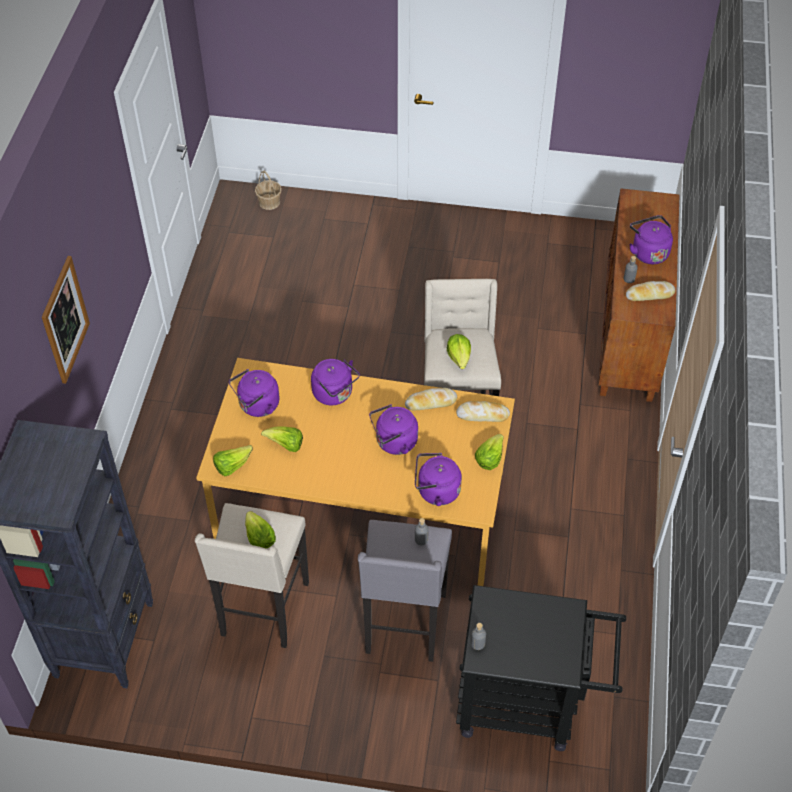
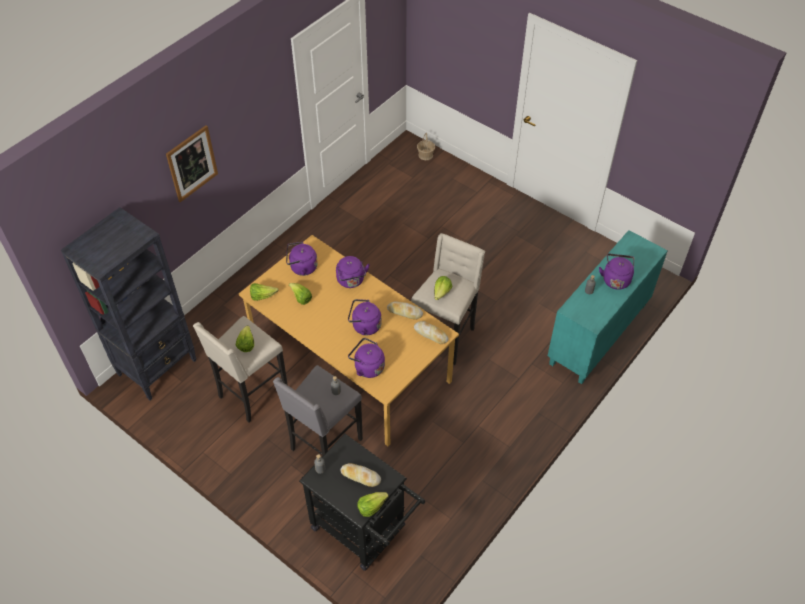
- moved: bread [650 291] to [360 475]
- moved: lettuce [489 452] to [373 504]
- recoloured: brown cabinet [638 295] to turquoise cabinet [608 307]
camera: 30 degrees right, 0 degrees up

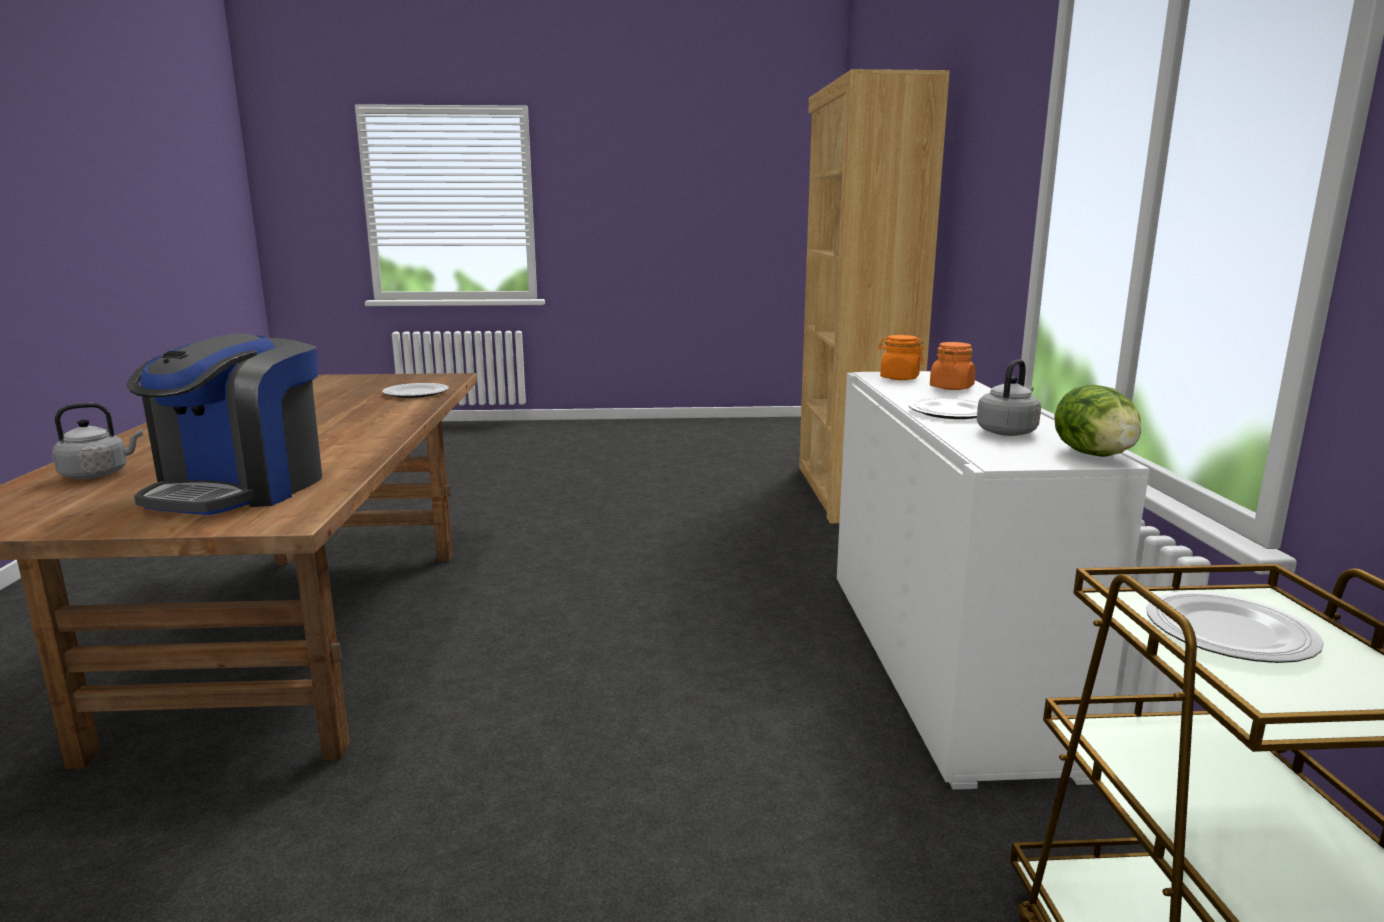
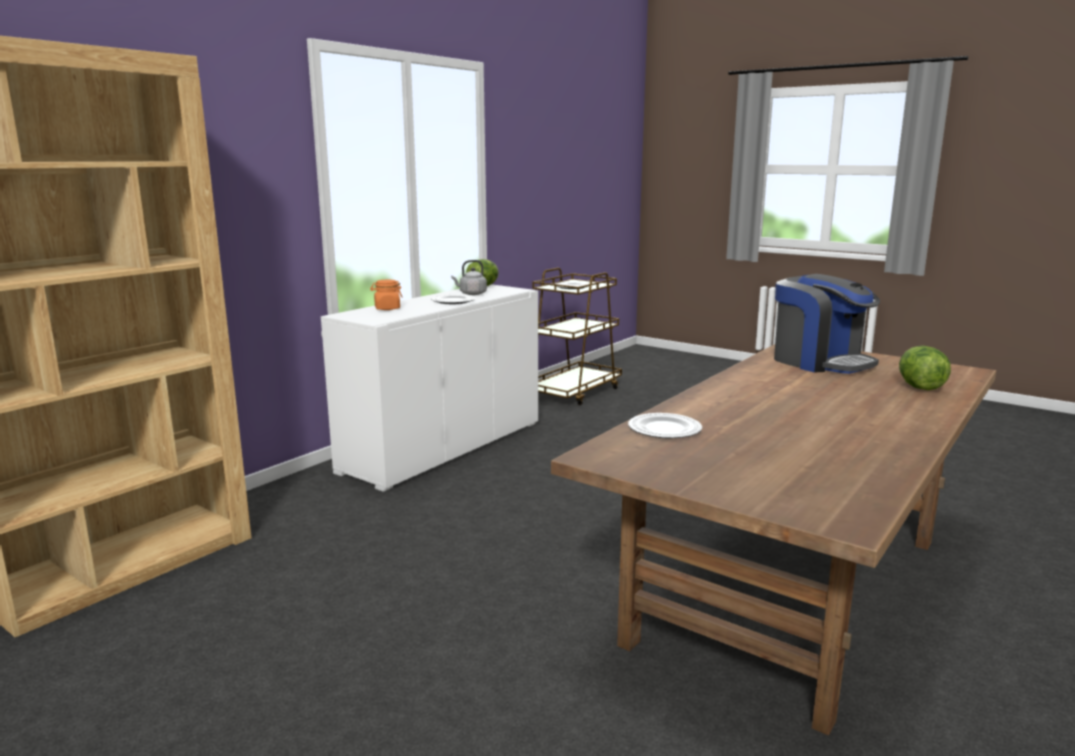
- turned: coffee machine [224 424] = [827 324] 90 degrees clockwise
- replaced: grey kettle [97 441] to lettuce [925 367]
- removed: orange jar [901 357]
camera: 140 degrees left, 0 degrees up

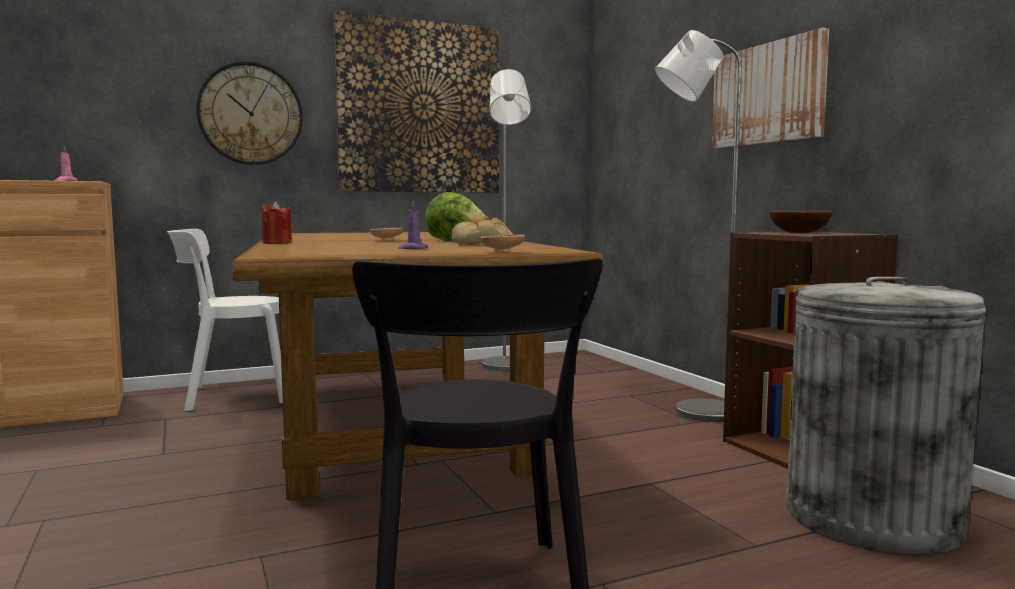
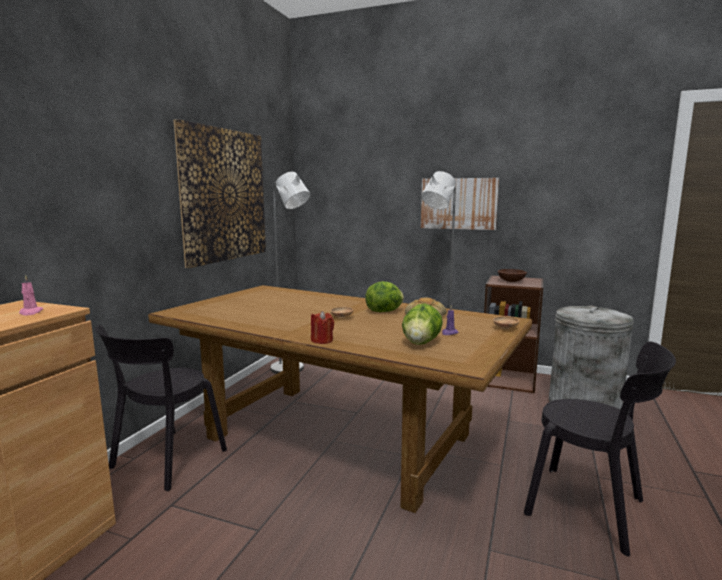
- recoloured: white chair [225 320] to black chair [161 408]
- added: lettuce [422 324]
- removed: wall clock [249 113]
camera: 45 degrees left, 5 degrees up

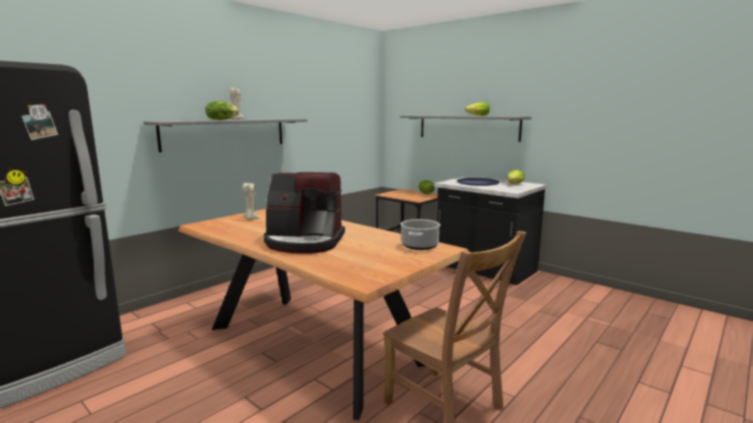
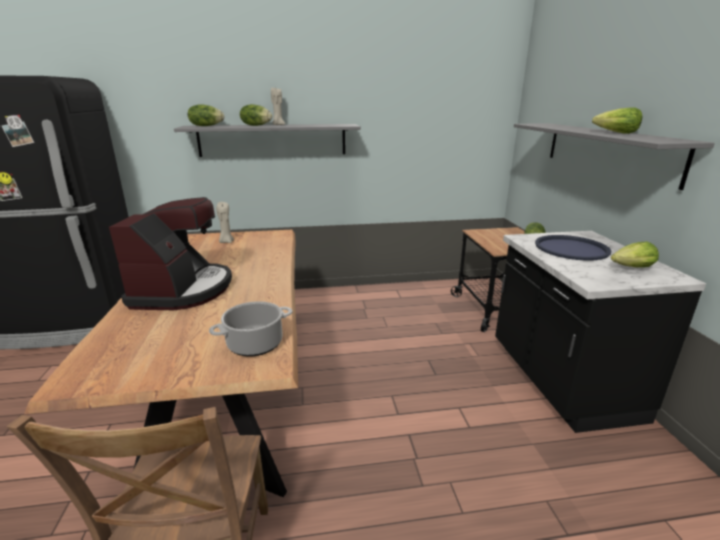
- turned: coffee machine [304 213] = [170 253] 135 degrees counterclockwise
- added: lettuce [206 115]
camera: 40 degrees right, 10 degrees up

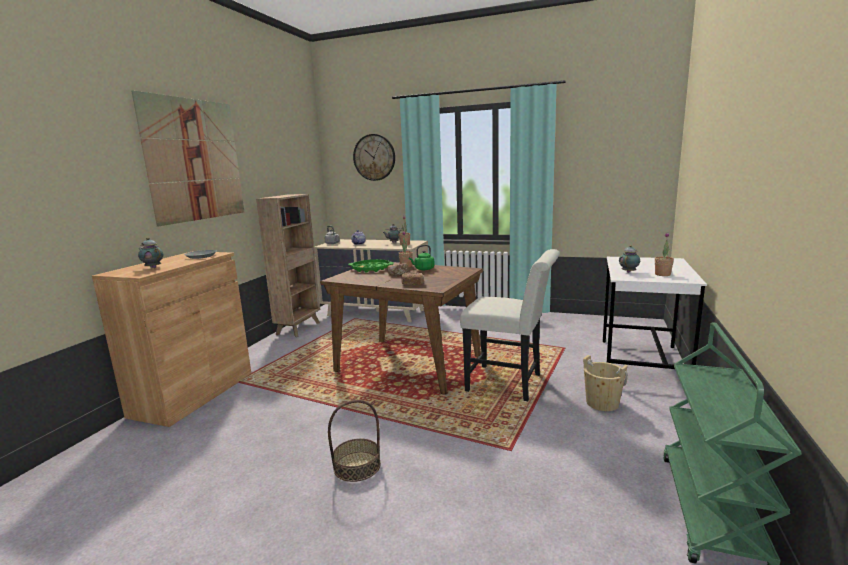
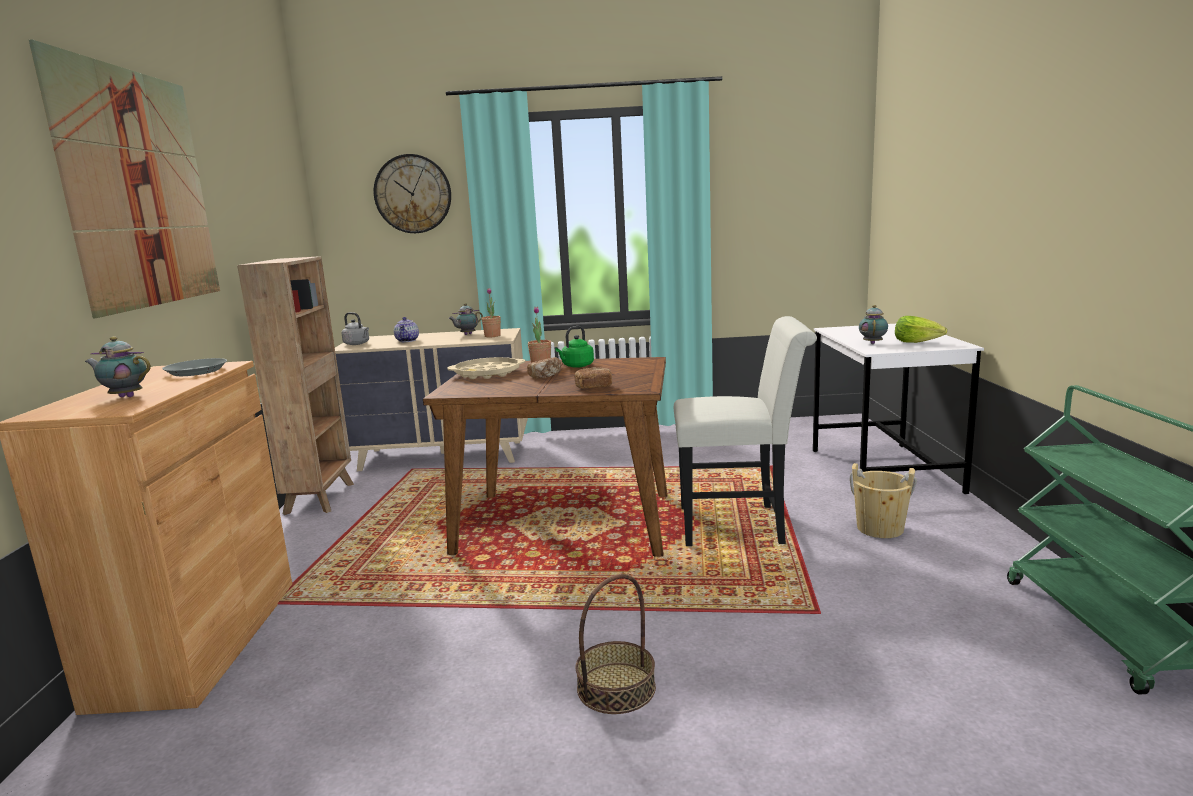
- recoloured: green tray [371 265] to beige tray [486 368]
- replaced: potted plant [664 254] to lettuce [921 329]
camera: 20 degrees left, 0 degrees up

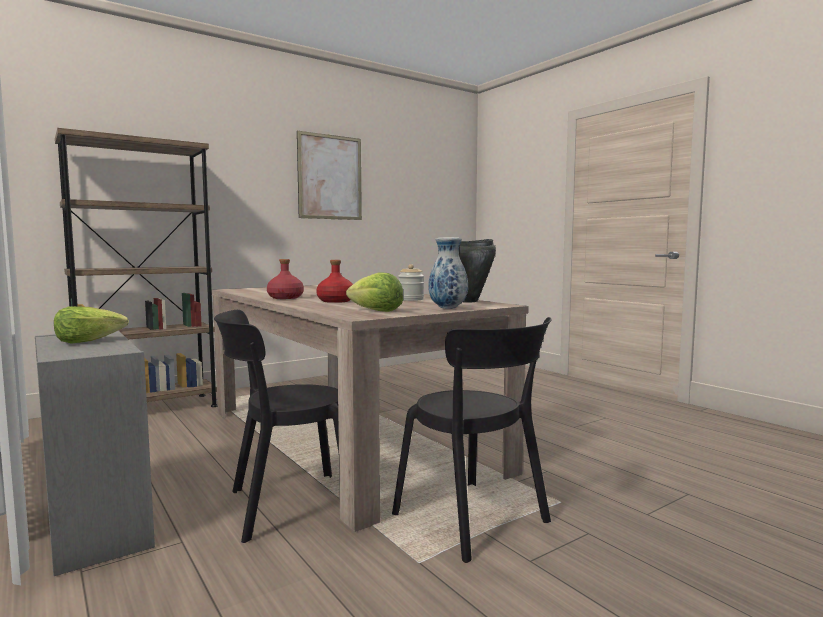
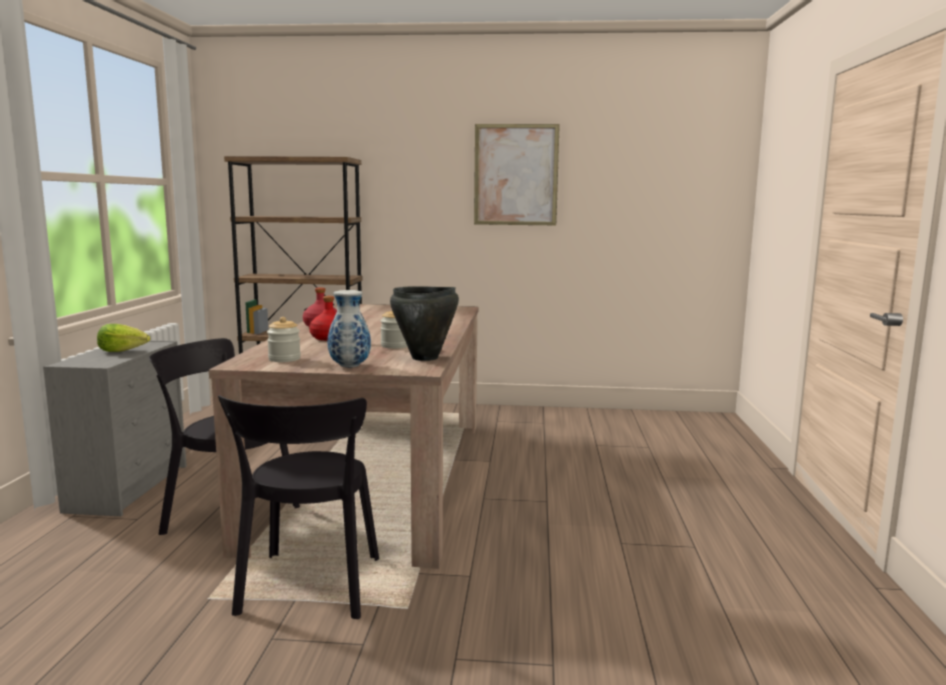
- replaced: lettuce [374 292] to jar [284 339]
camera: 40 degrees right, 5 degrees up

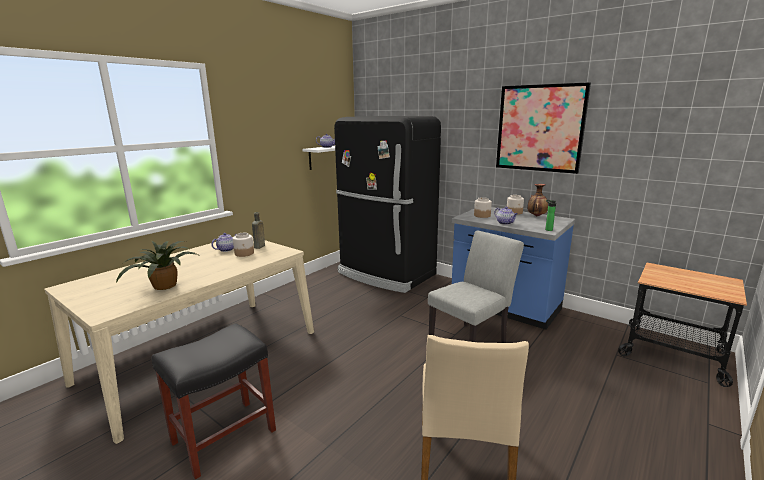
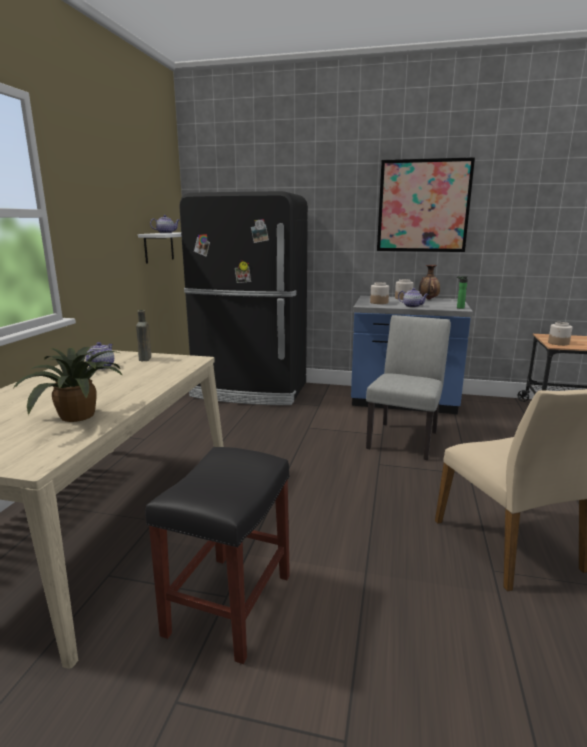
- moved: jar [243 245] to [560 334]
camera: 25 degrees left, 0 degrees up

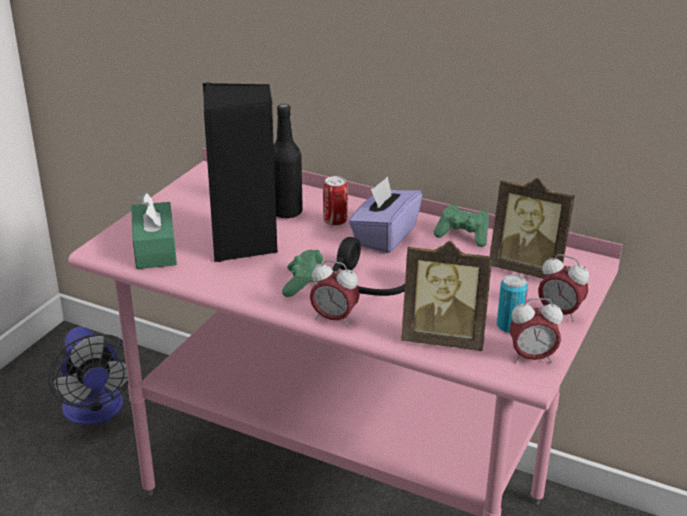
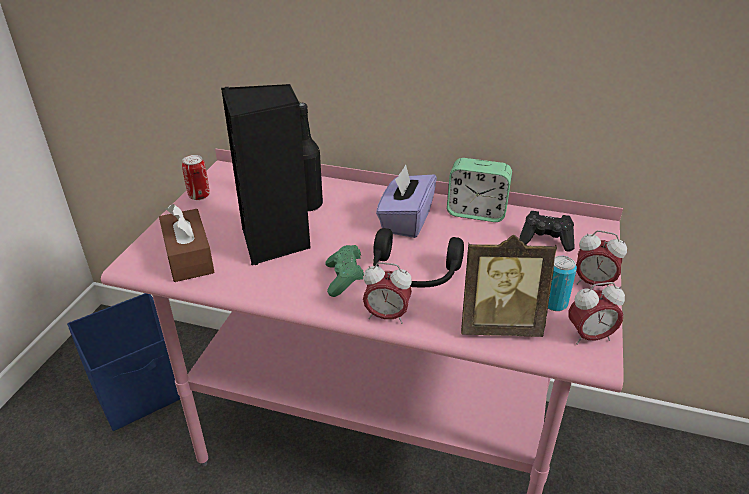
- replaced: fan [88 376] to blue storage box [123 362]
- recoloured: green tissue box [154 230] to brown tissue box [187 243]
- moved: can [335 201] to [196 177]
- replaced: green game controller [461 226] to alarm clock [479 190]
- replaced: picture frame [532 228] to black game controller [547 231]
camera: 10 degrees left, 5 degrees up

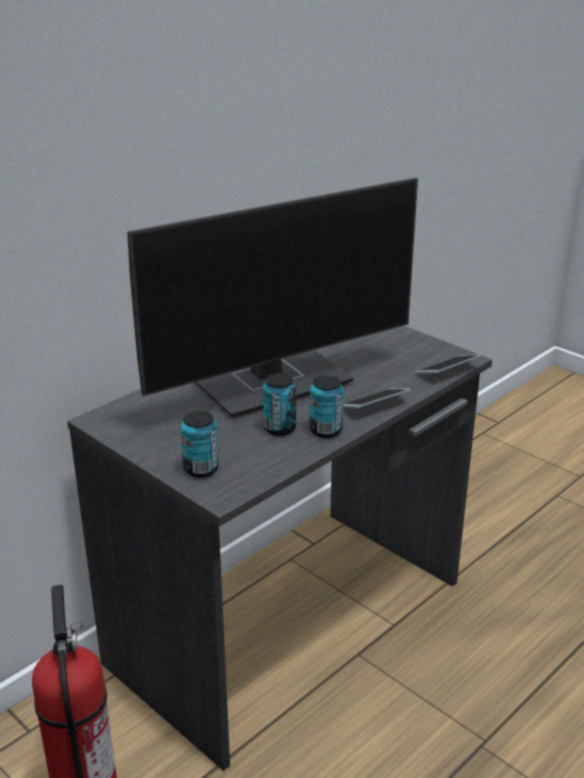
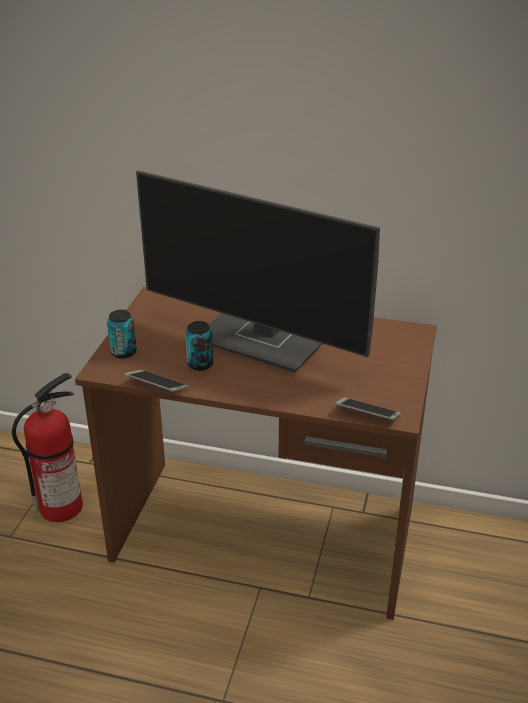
- recoloured: grey desk [279 548] to brown desk [256 453]
- moved: phone [377 398] to [156 380]
- removed: can [327 406]
camera: 60 degrees right, 5 degrees up

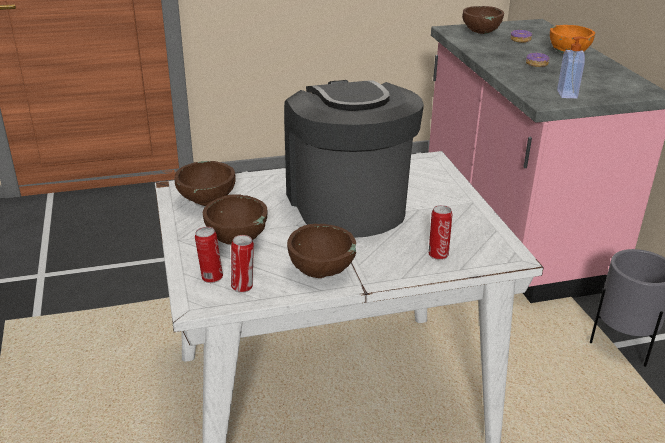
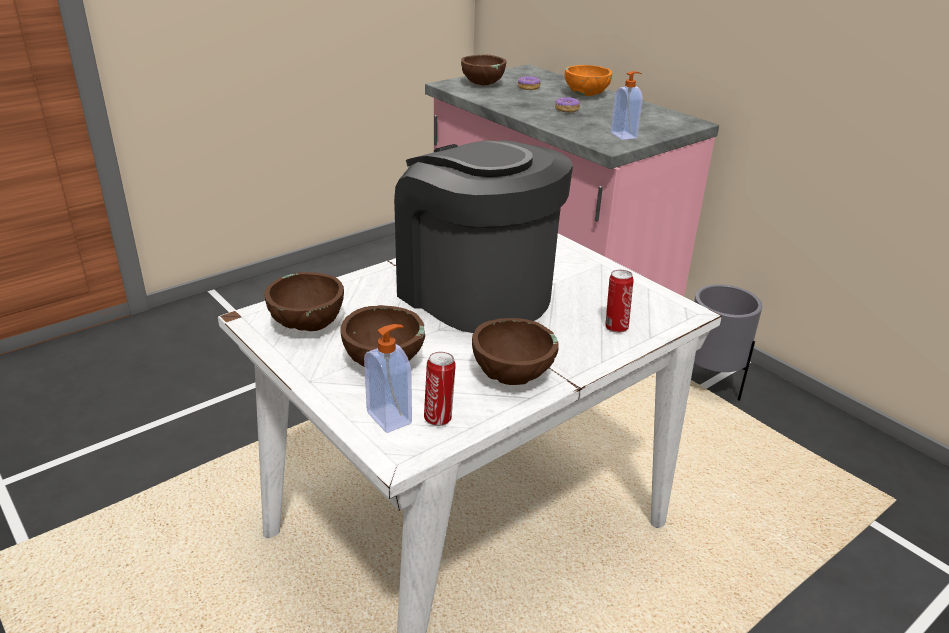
- replaced: can [209 255] to soap dispenser [388 378]
camera: 25 degrees left, 0 degrees up

